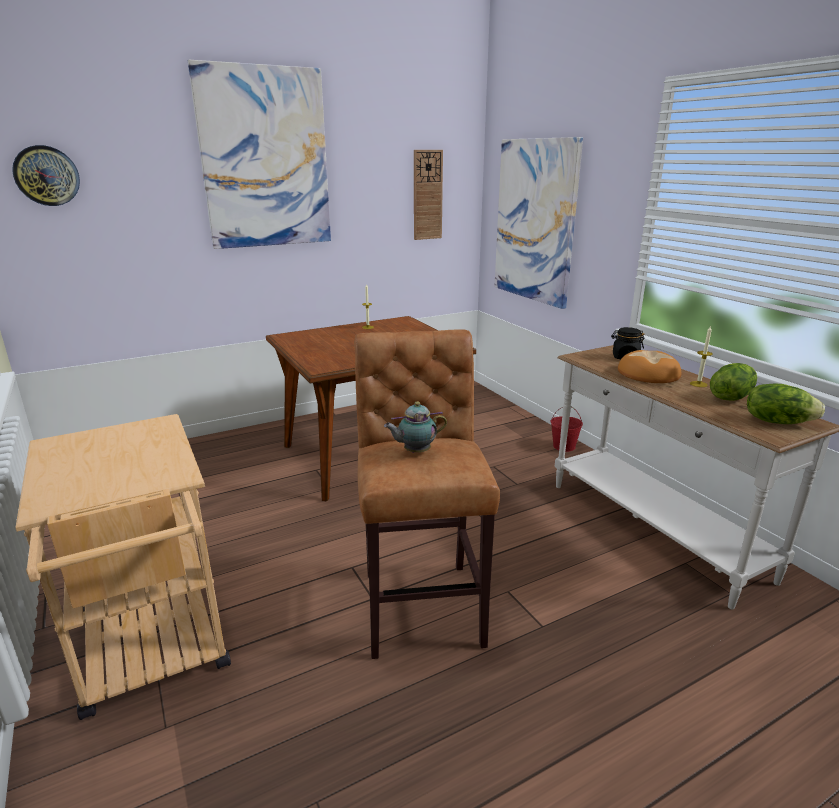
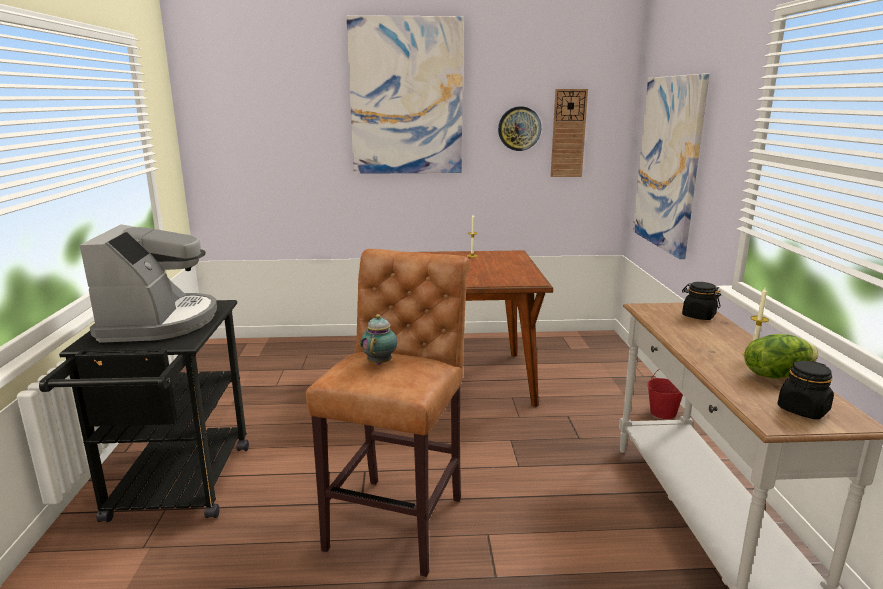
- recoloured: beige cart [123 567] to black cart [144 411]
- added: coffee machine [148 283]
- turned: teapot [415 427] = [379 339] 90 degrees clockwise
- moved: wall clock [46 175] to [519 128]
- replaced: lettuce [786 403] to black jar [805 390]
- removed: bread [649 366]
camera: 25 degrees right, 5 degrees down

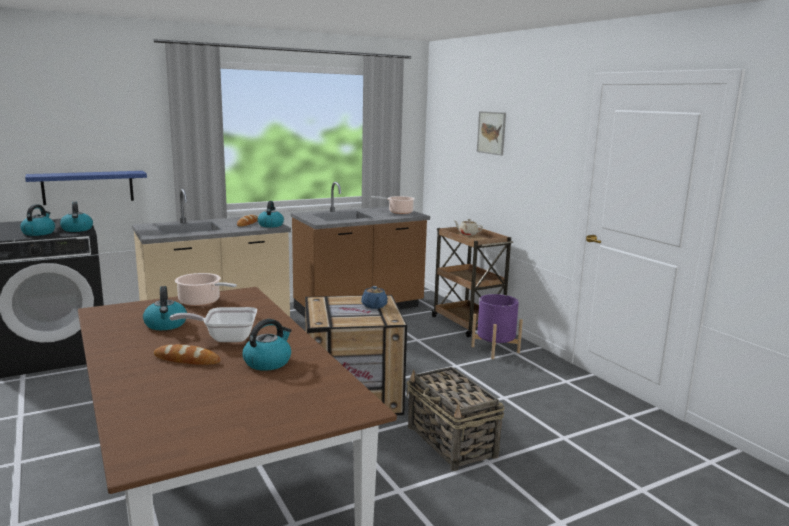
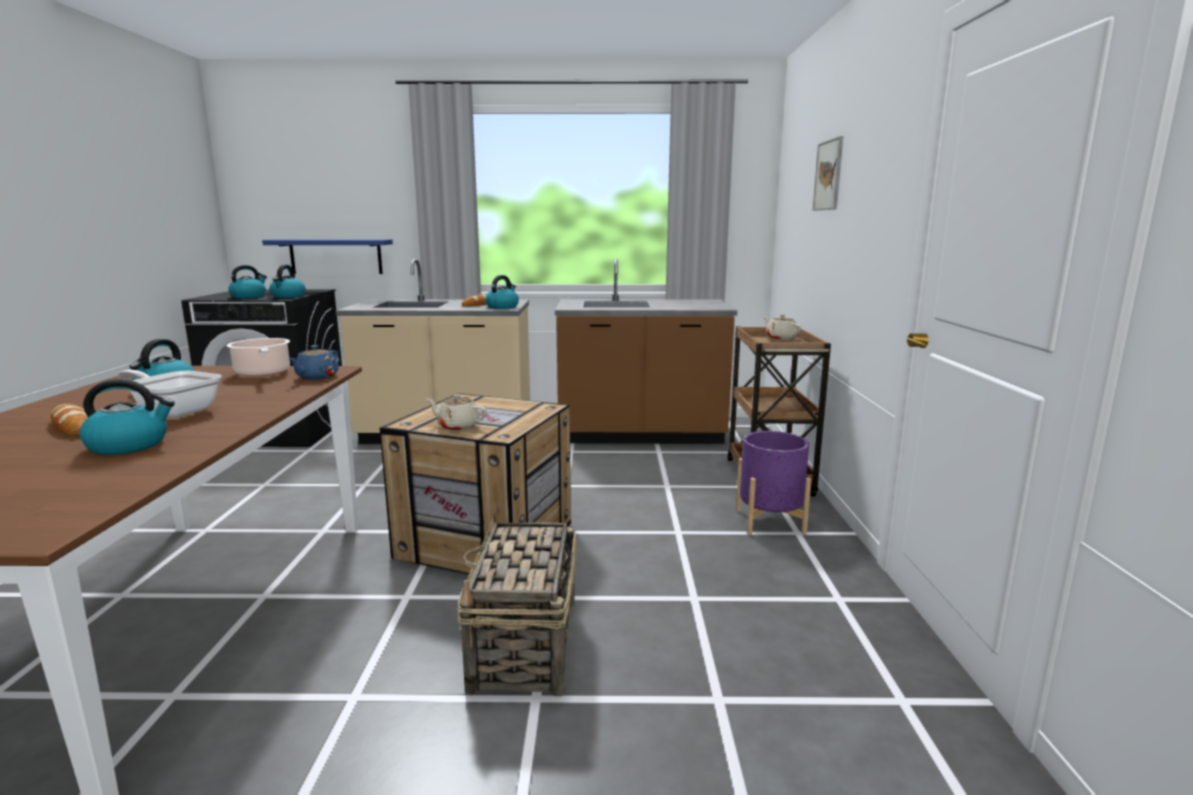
- moved: blue teapot [374 297] to [314 362]
- added: beige teapot [456 413]
- removed: cooking pot [393 205]
camera: 30 degrees right, 0 degrees up

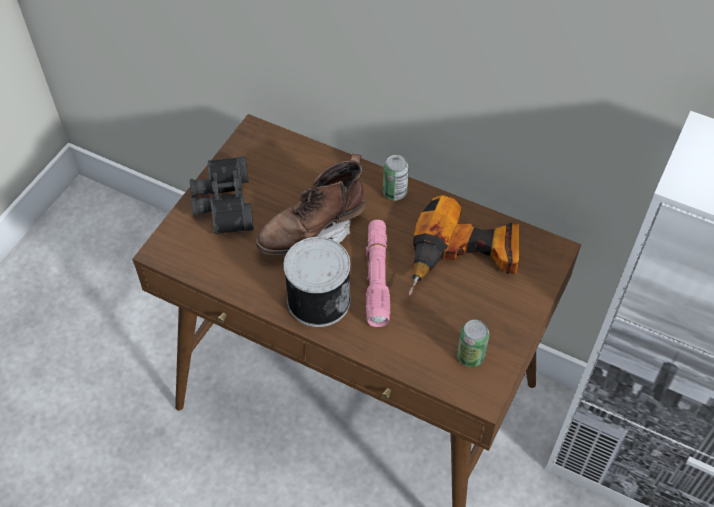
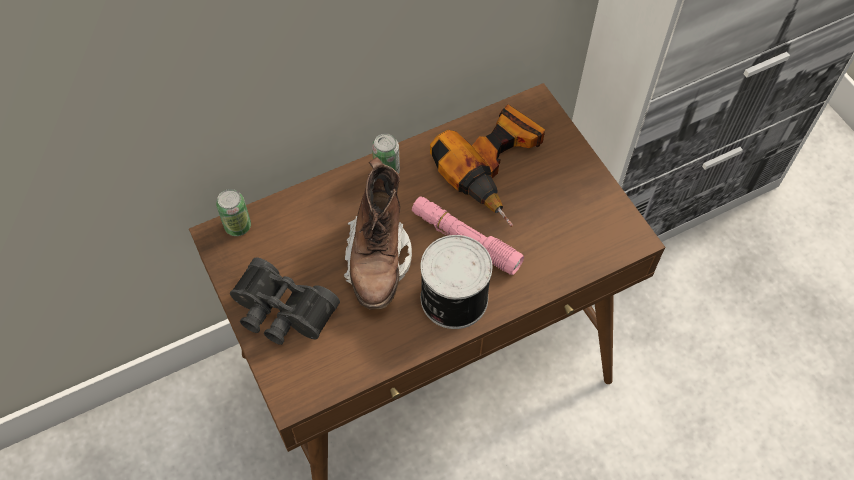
- moved: can [473 343] to [233 212]
camera: 55 degrees left, 5 degrees up

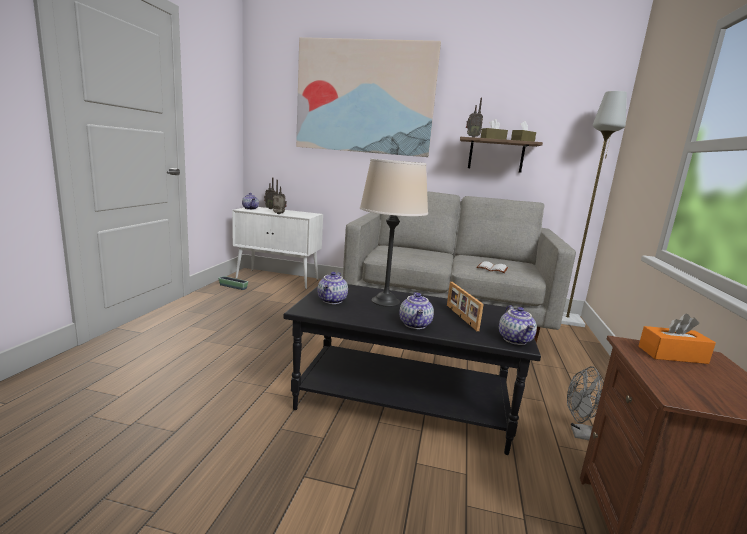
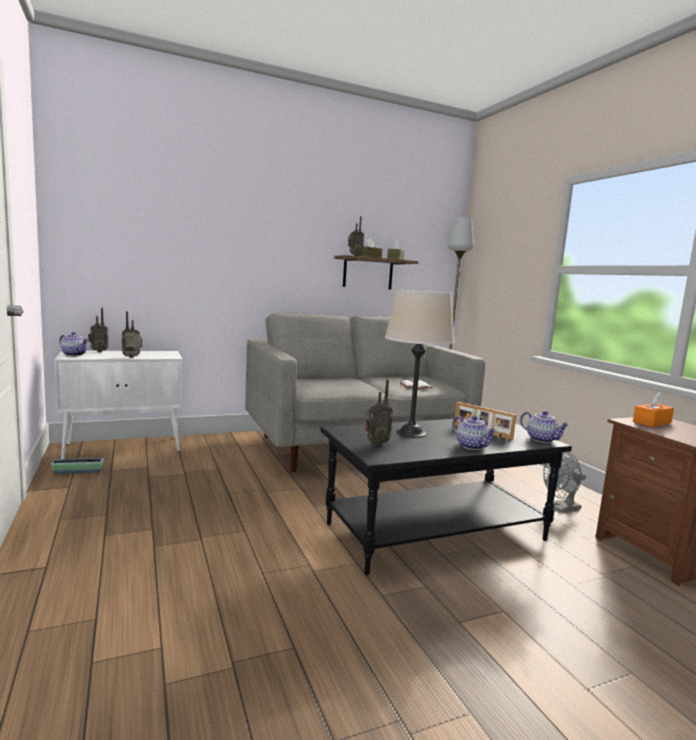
- replaced: teapot [332 288] to radio [379 412]
- removed: picture [368 97]
camera: 35 degrees left, 5 degrees down

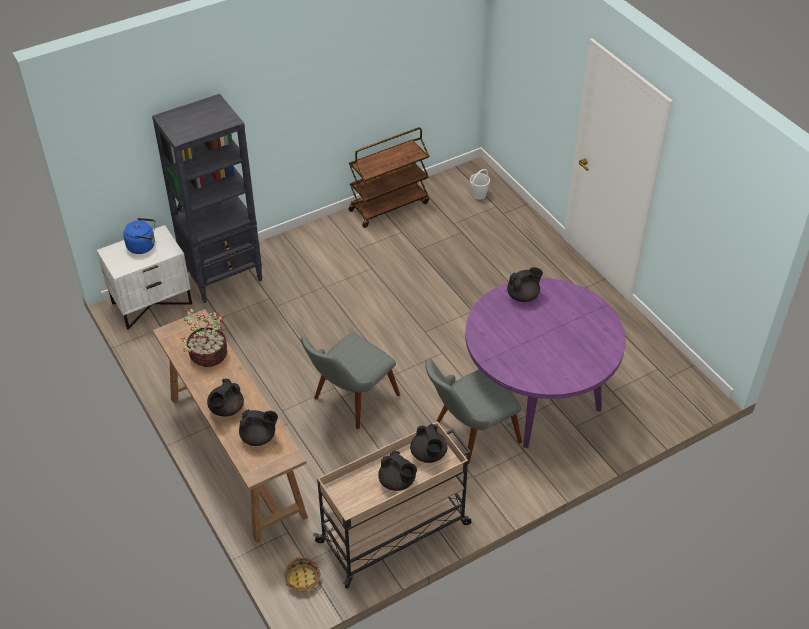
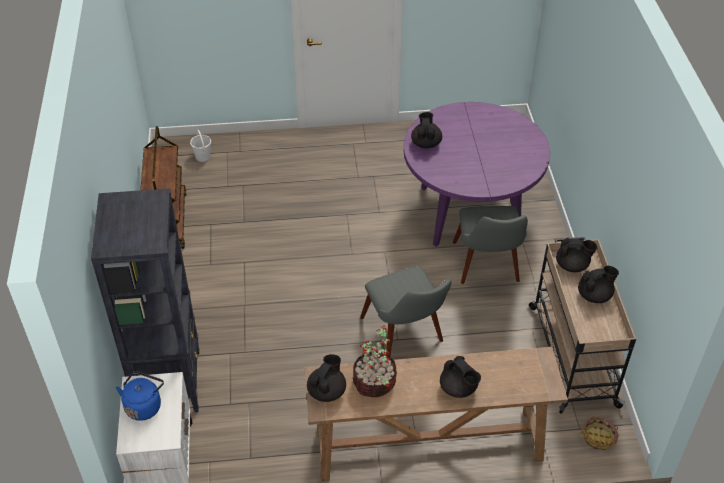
- moved: black teapot [258 427] to [326 378]
camera: 65 degrees left, 0 degrees up

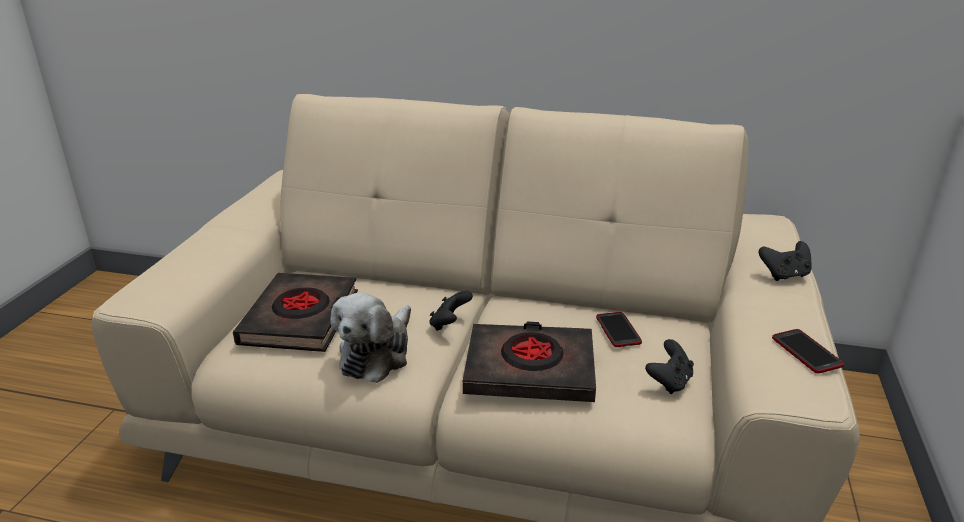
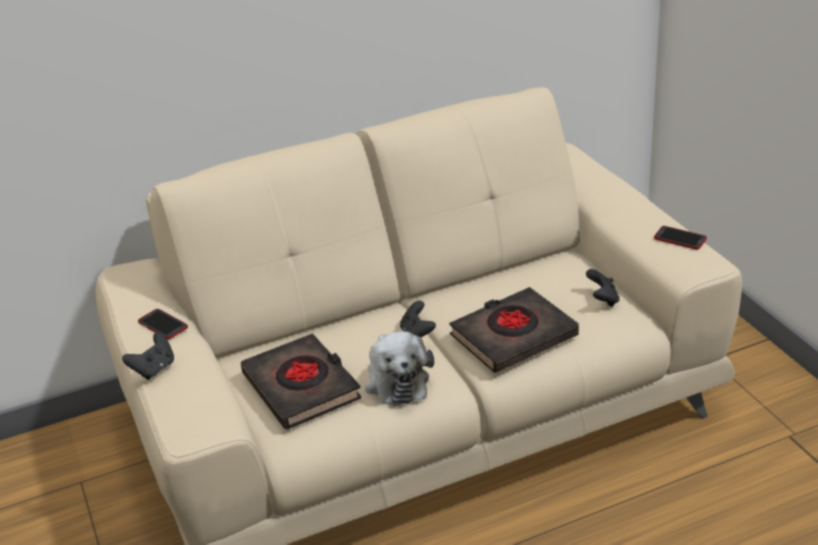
- moved: black game controller [785 261] to [148 356]
- moved: phone [619 329] to [163 324]
camera: 35 degrees left, 5 degrees up

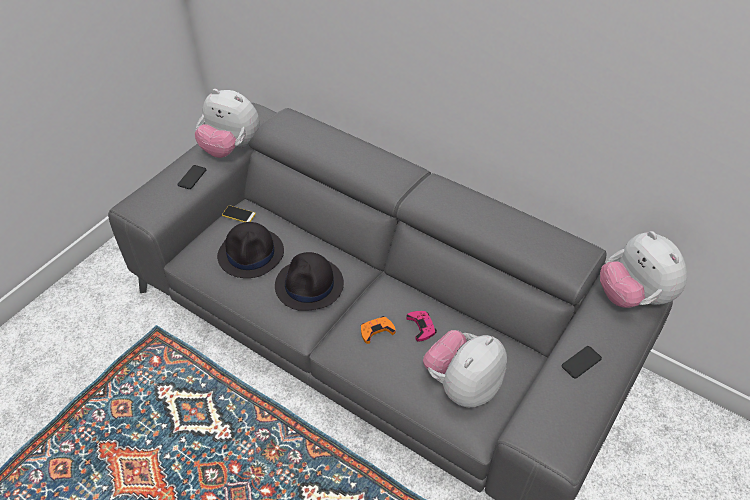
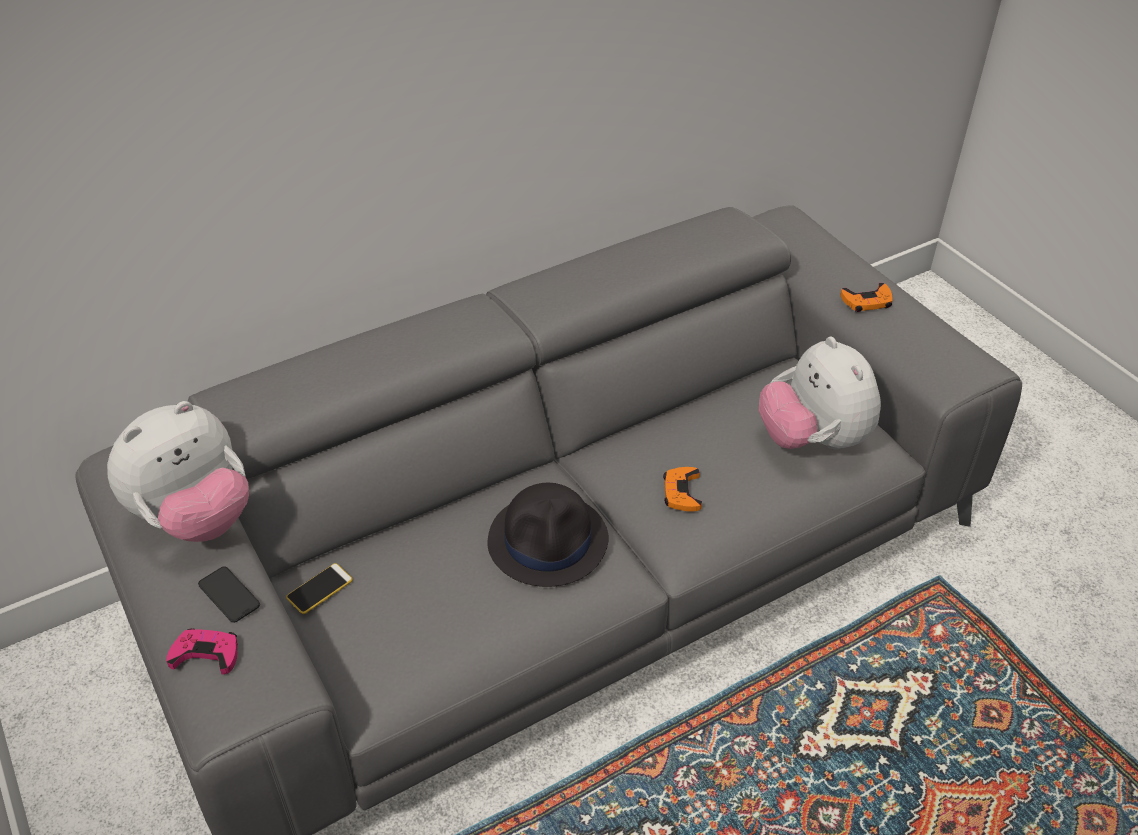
- moved: pink game controller [421 326] to [202 651]
- replaced: phone [582 362] to orange game controller [866 297]
- removed: black hat [250 250]
- removed: plush toy [643 269]
camera: 65 degrees left, 5 degrees down

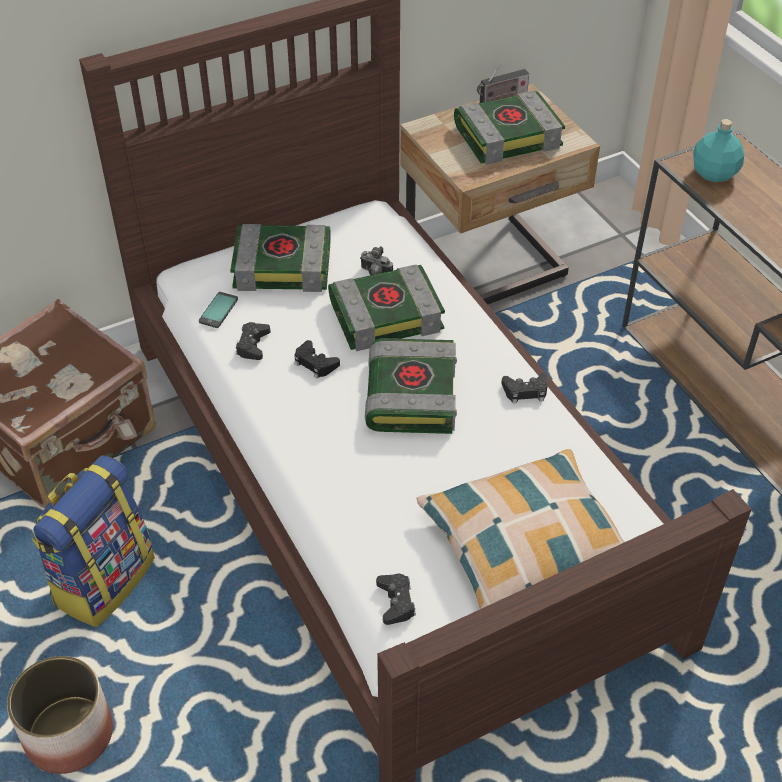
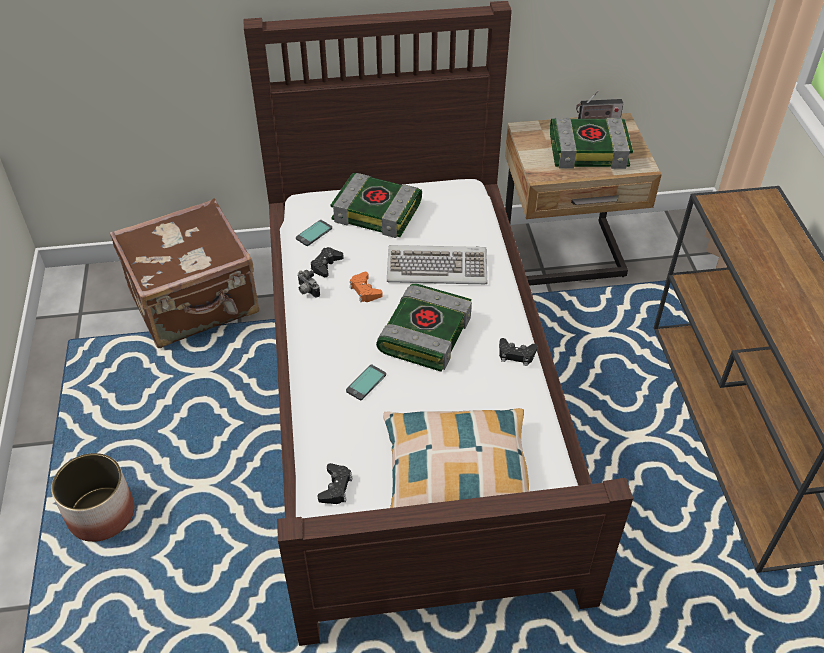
- moved: photo camera [376 260] to [308 283]
- added: phone [366 382]
- recoloured: black game controller [317 359] to orange game controller [366 287]
- replaced: book [386 308] to keyboard [437 264]
- removed: backpack [93 541]
- removed: turquoise bottle [718 150]
camera: 20 degrees right, 0 degrees up

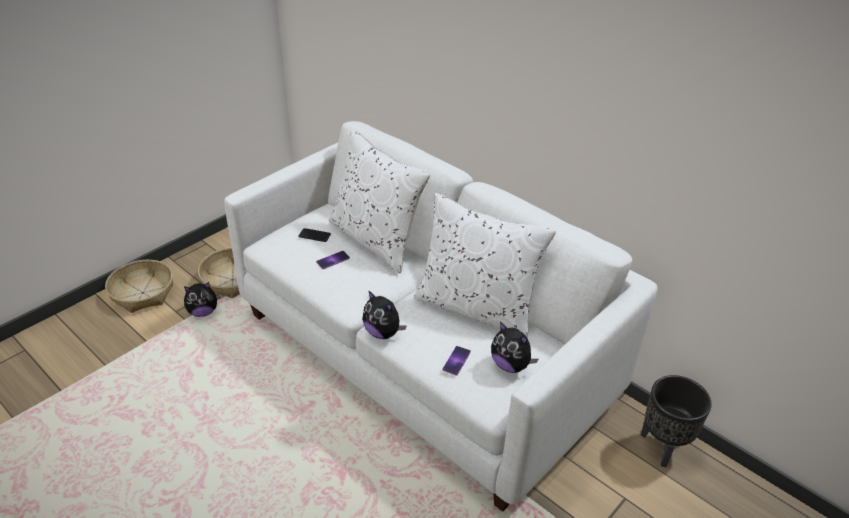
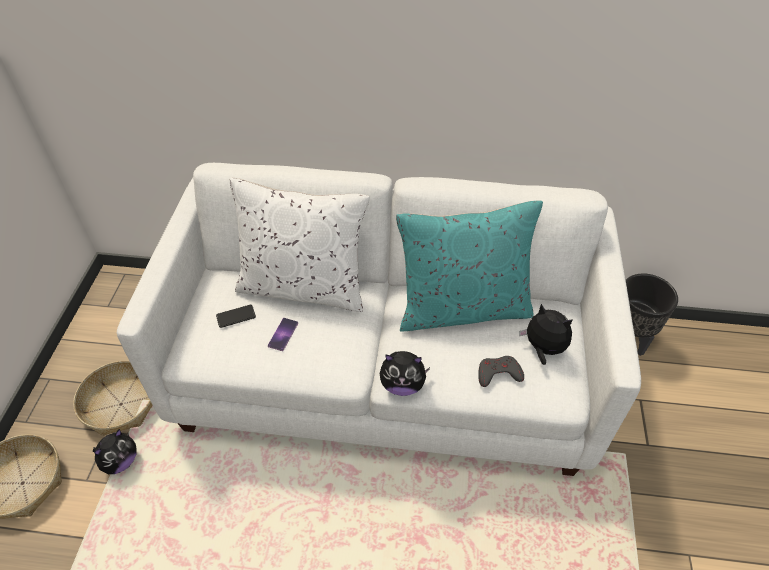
- recoloured: white pillow [485 266] to turquoise pillow [469 266]
- replaced: phone [456 361] to grey game controller [501 371]
- turned: plush toy [514 347] = [546 334] 150 degrees counterclockwise
camera: 35 degrees left, 10 degrees up

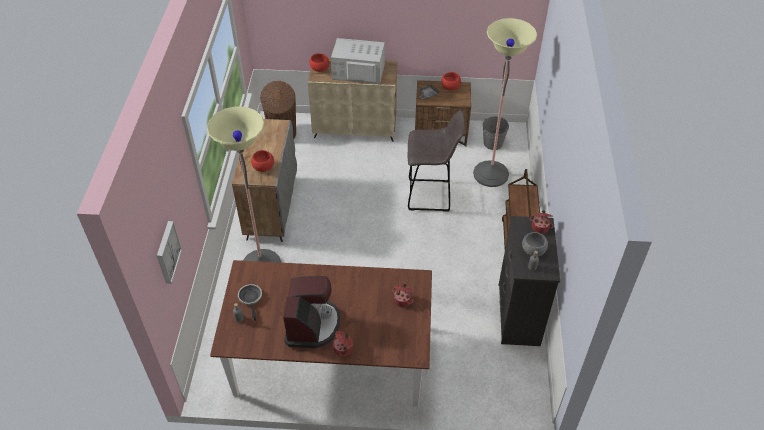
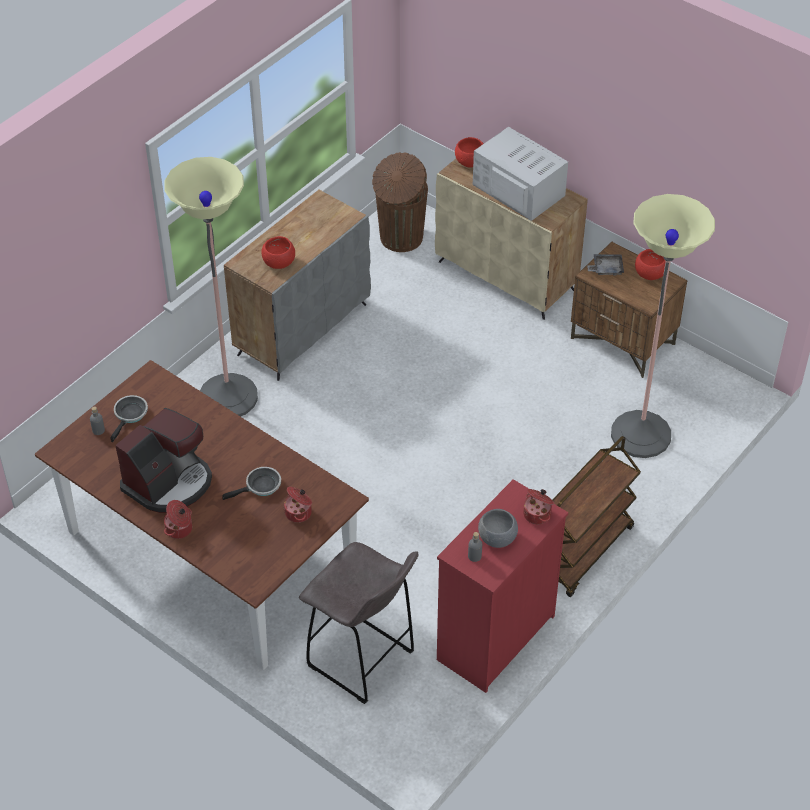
- added: frying pan [251 483]
- moved: grey stool [436 161] to [358 623]
- recoloured: black dresser [529 281] to red dresser [502 586]
- removed: picture [169 252]
- removed: grey bucket [496 133]
camera: 35 degrees right, 0 degrees up

